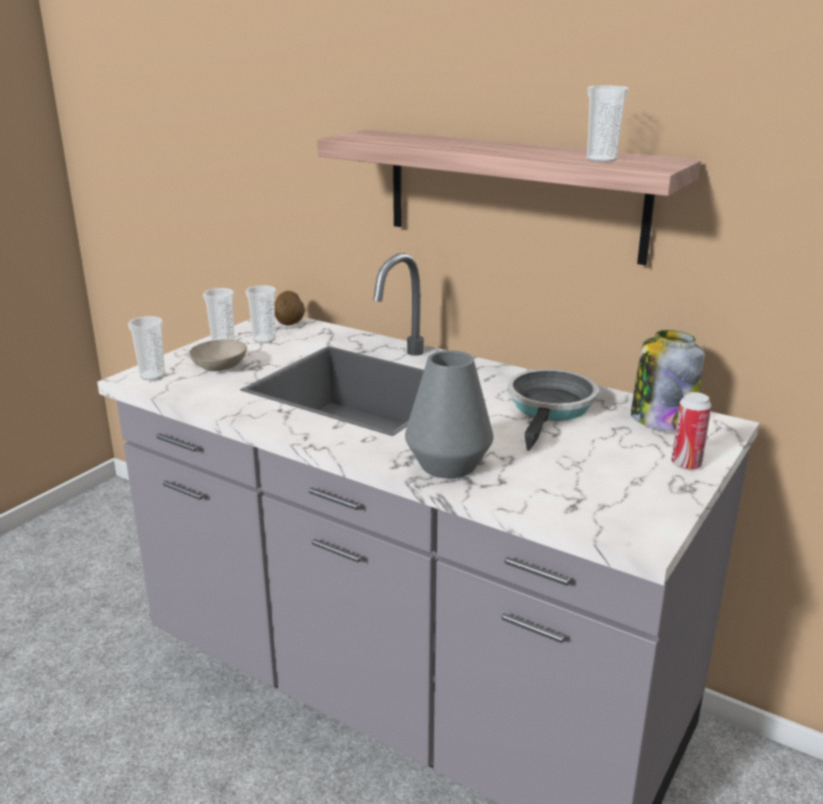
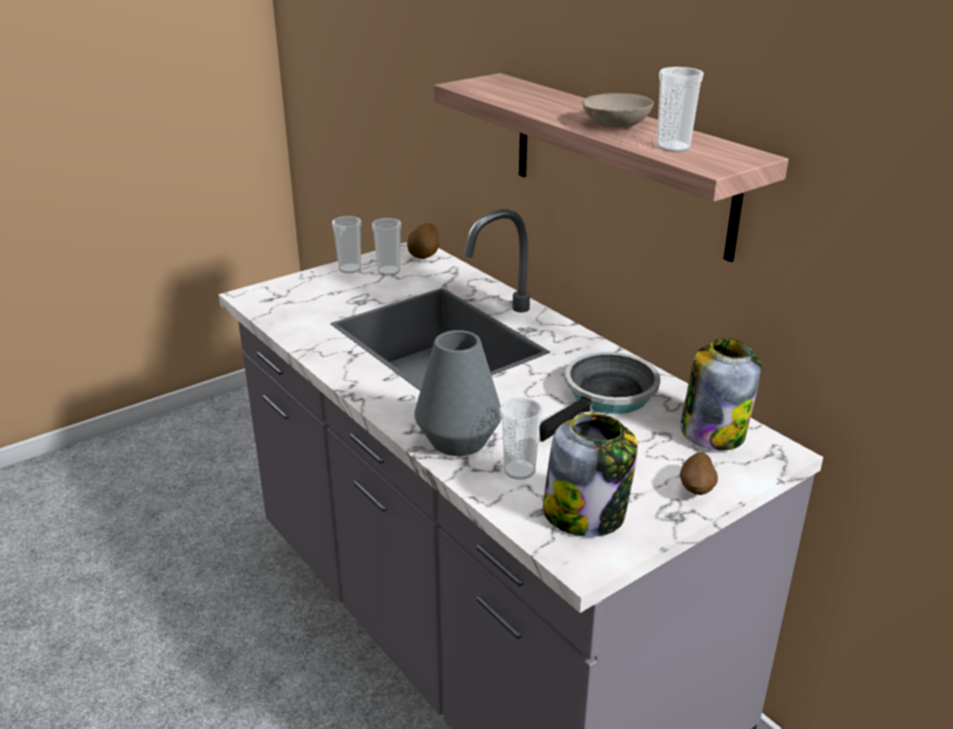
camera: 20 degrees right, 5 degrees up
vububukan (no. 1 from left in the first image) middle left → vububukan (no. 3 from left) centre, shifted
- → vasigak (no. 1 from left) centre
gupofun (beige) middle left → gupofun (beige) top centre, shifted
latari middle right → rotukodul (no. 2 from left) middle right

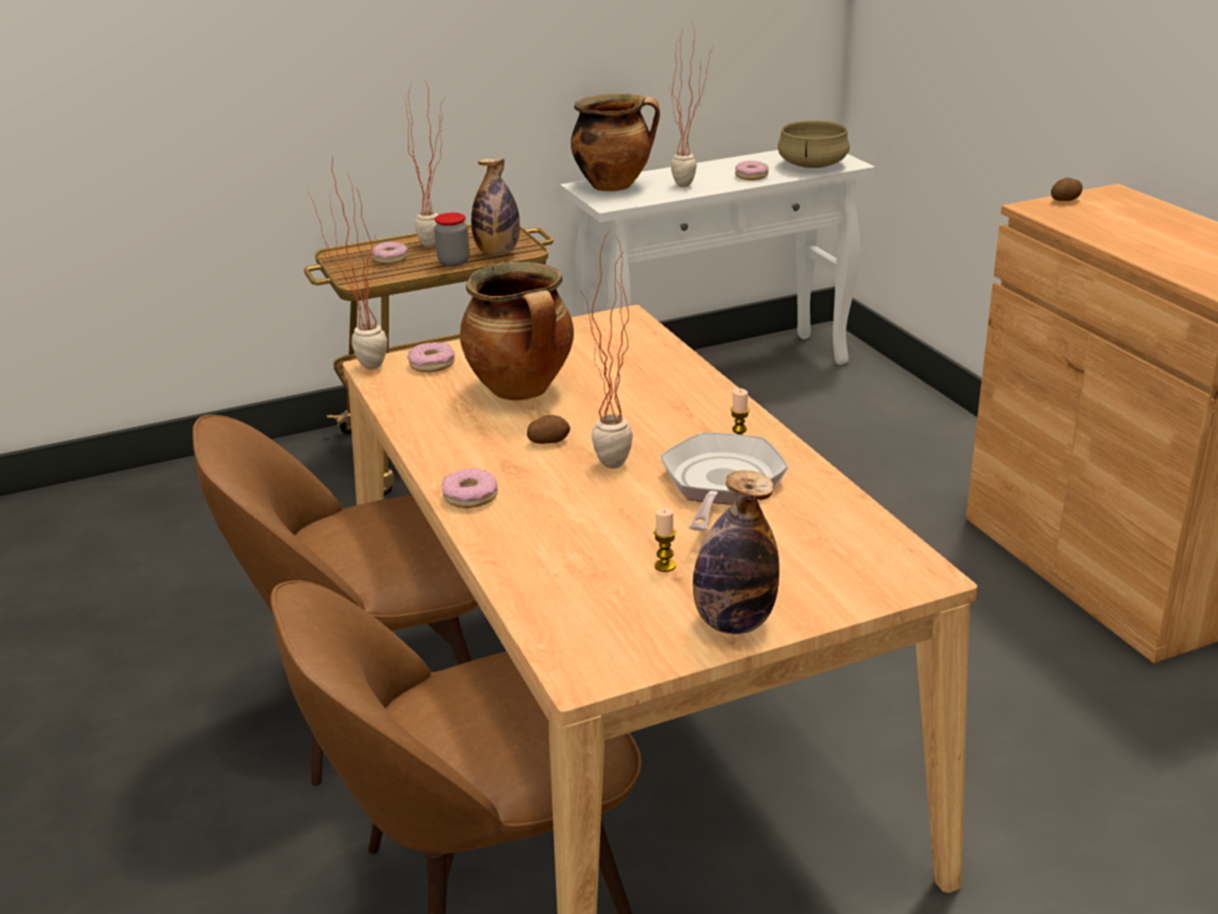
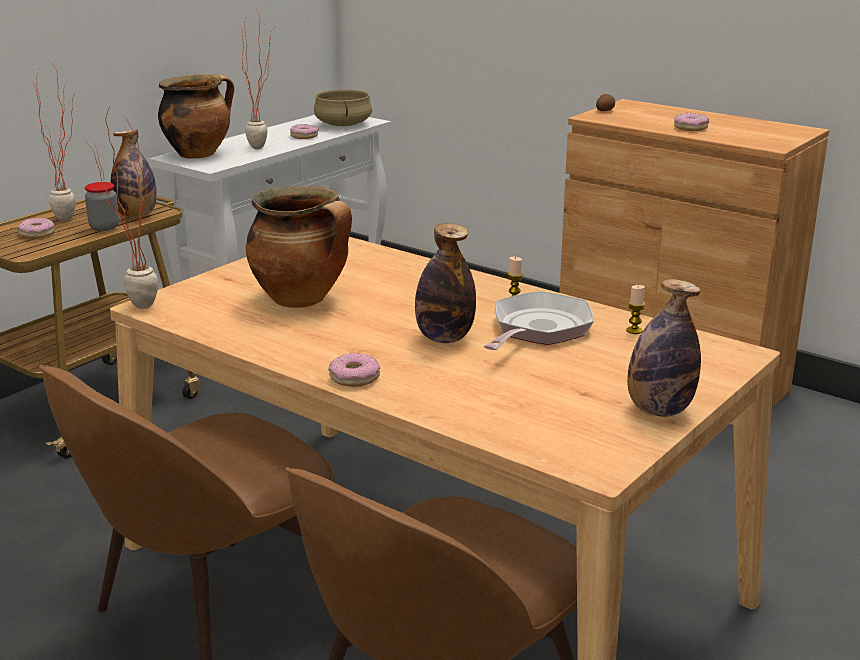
camera: 30 degrees left, 5 degrees down
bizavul (no. 3 from left) centre → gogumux (no. 2 from left) centre
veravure centre, 45 degrees clockwise
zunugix (no. 1 from left in the first image) centre → zunugix (no. 2 from left) middle right, shifted
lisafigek (no. 2 from left in the first image) centre → lisafigek (no. 4 from left) top right, shifted
rotukodul (no. 1 from left) centre → -

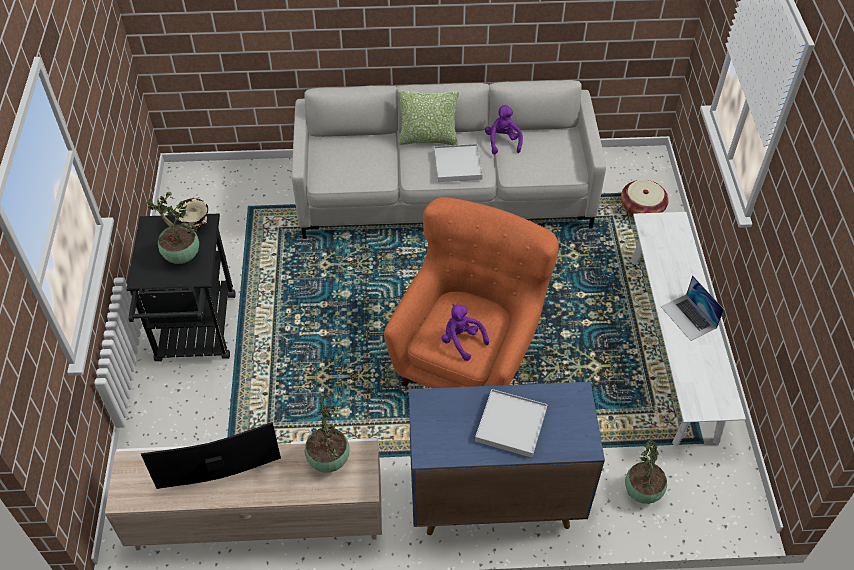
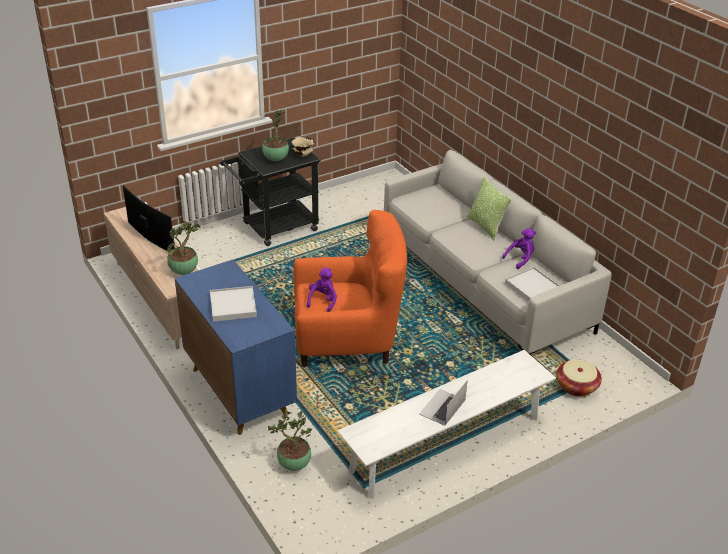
camera: 60 degrees right, 15 degrees down
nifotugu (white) (no. 1 from left in the first image) top centre → nifotugu (white) (no. 2 from left) middle right, shifted

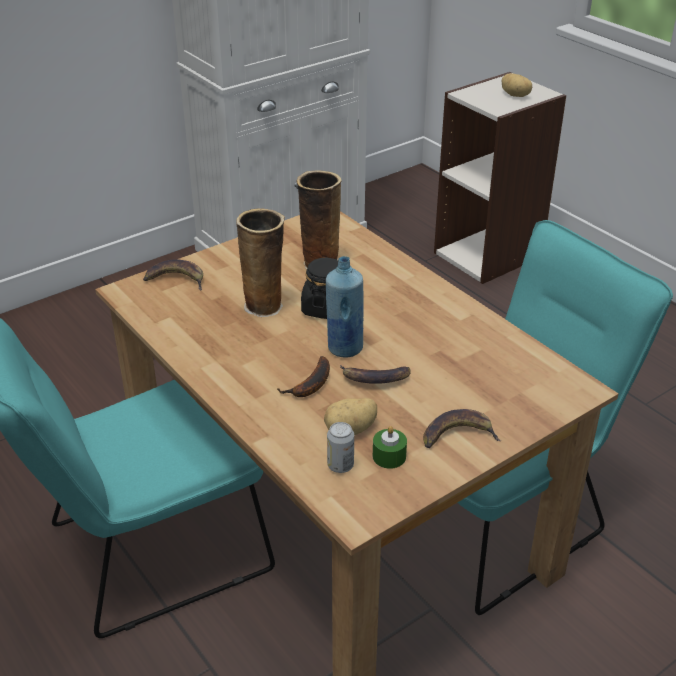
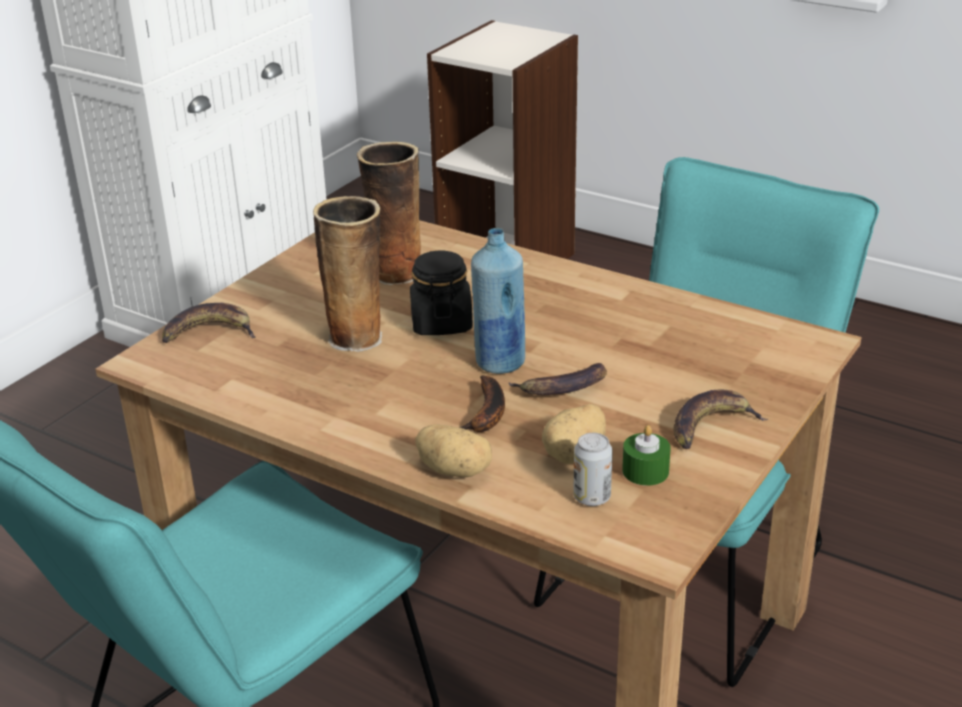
camera: 20 degrees left, 5 degrees down
rotukodul (no. 2 from left in the first image) top right → rotukodul (no. 1 from left) centre, shifted

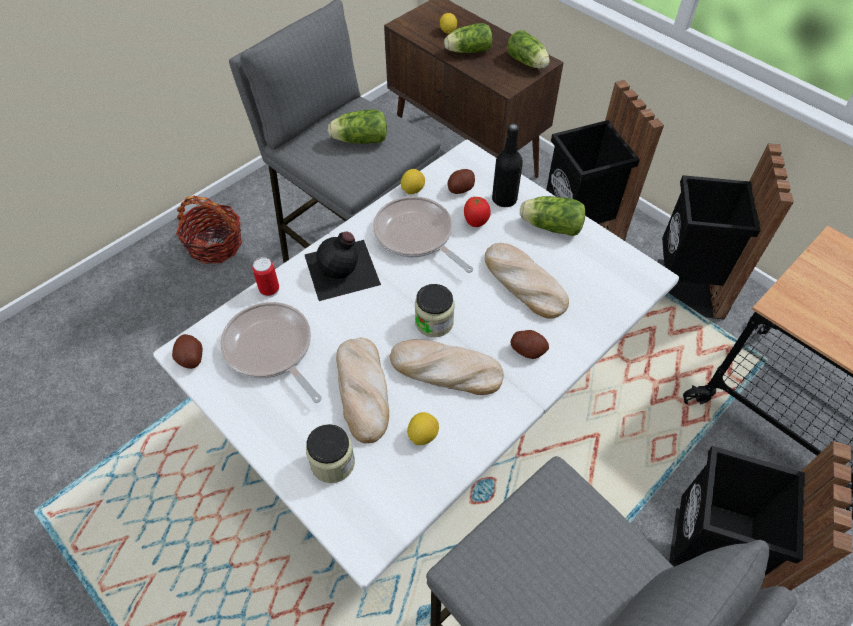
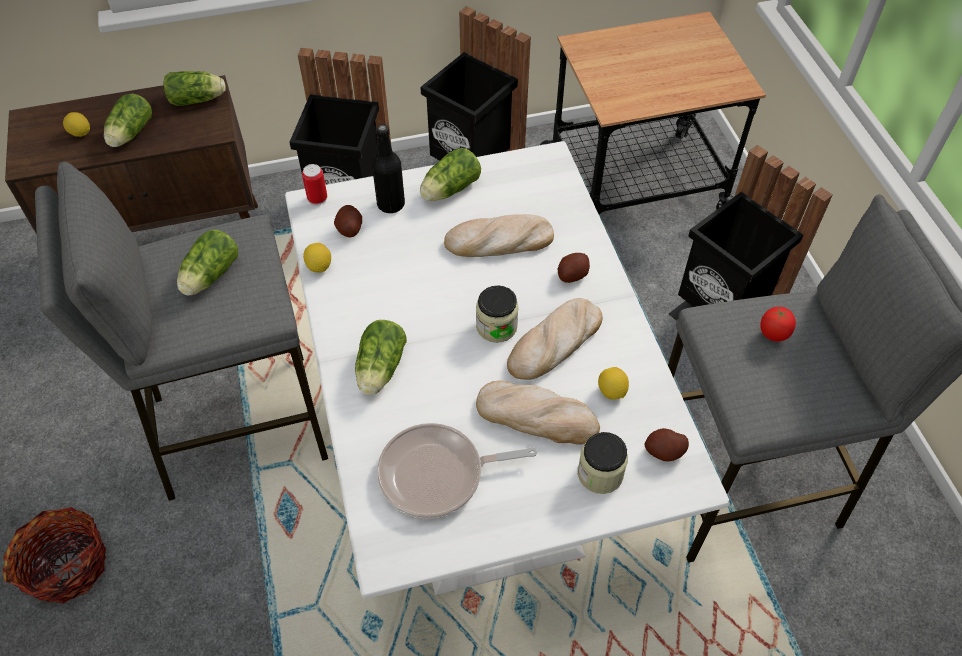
camera: 60 degrees left, 0 degrees up
latari middle left → latari top left, shifted
gogumux (black) (no. 1 from left) centre → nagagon (no. 4 from left) centre
rotukodul (no. 1 from left in the first image) middle left → rotukodul (no. 3 from left) bottom right, shifted
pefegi centre → pefegi middle right, shifted
veravure (no. 2 from left) centre → -

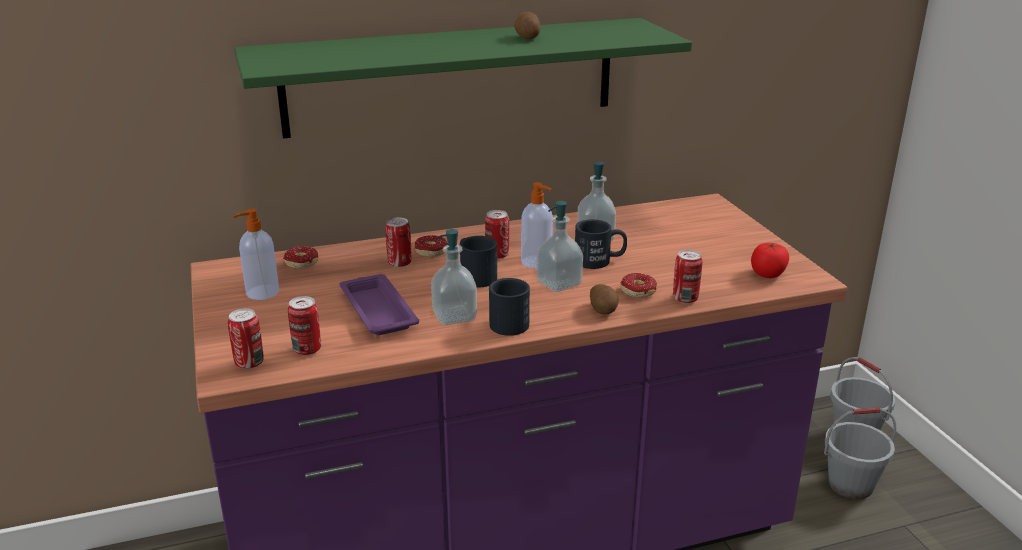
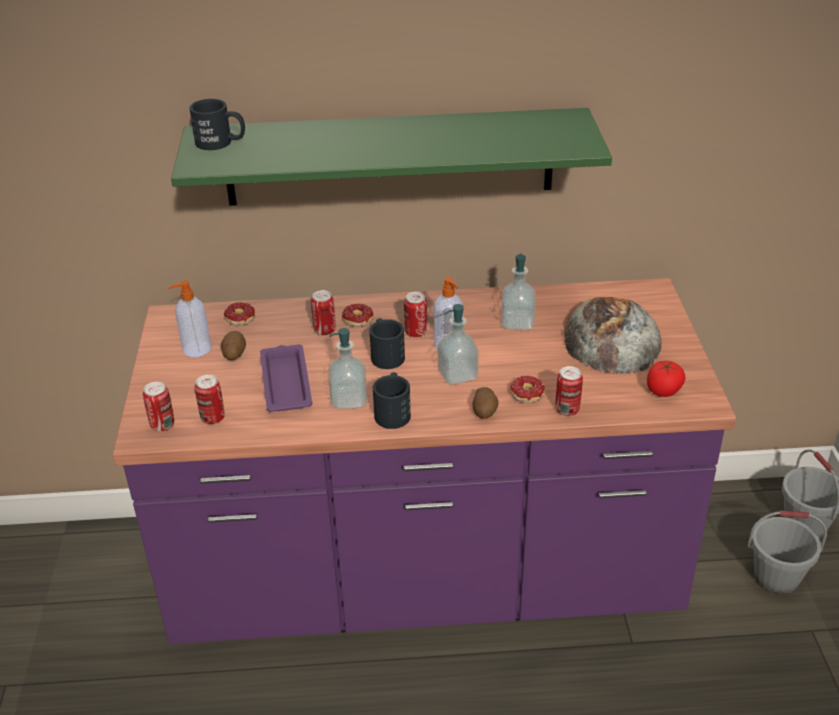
camera: 15 degrees right, 10 degrees up
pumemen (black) (no. 3 from left in the first image) centre → pumemen (black) (no. 1 from left) top left, shifted
rotukodul (no. 1 from left) top centre → rotukodul (no. 1 from left) middle left, shifted
- → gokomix middle right

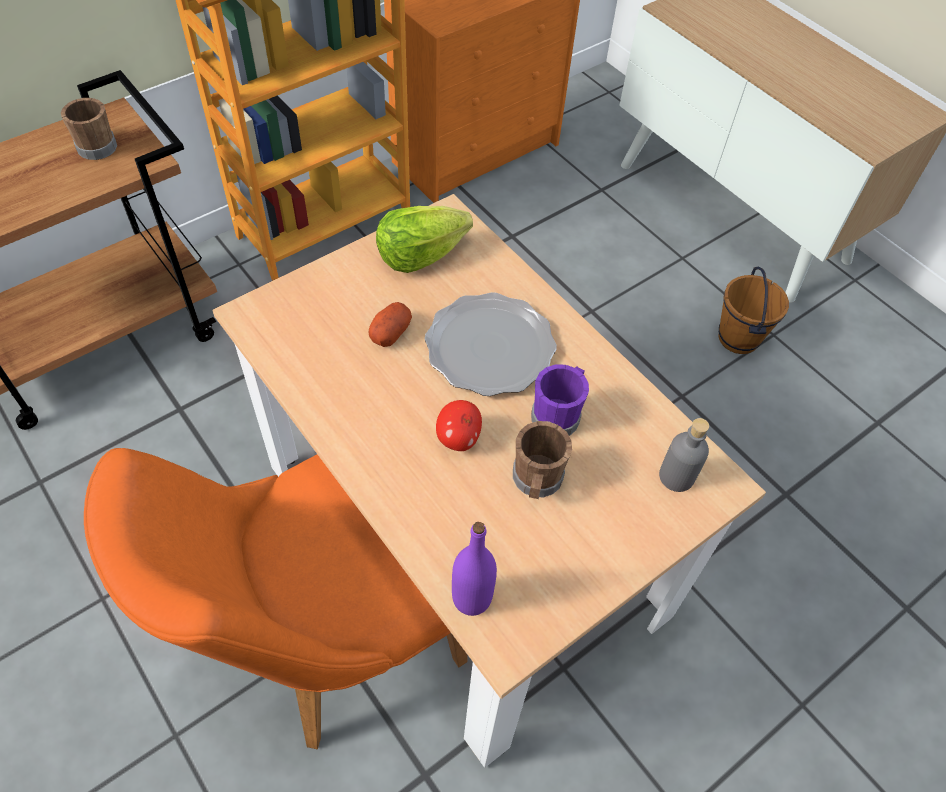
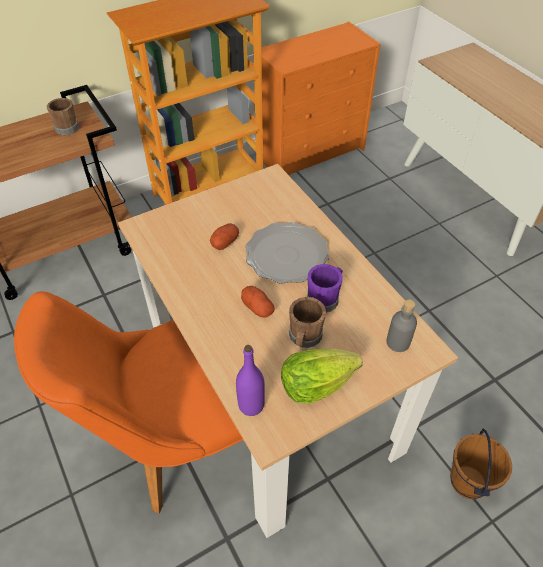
camera: 10 degrees right, 5 degrees down
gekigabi centre → rotukodul (no. 2 from left) centre
nagagon top centre → nagagon centre, shifted
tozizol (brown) middle right → tozizol (brown) bottom right, shifted

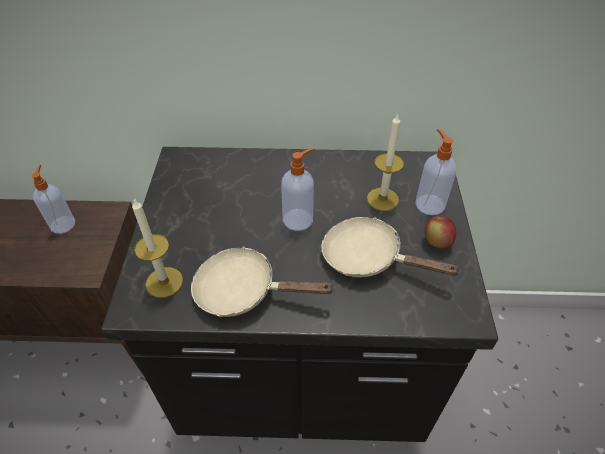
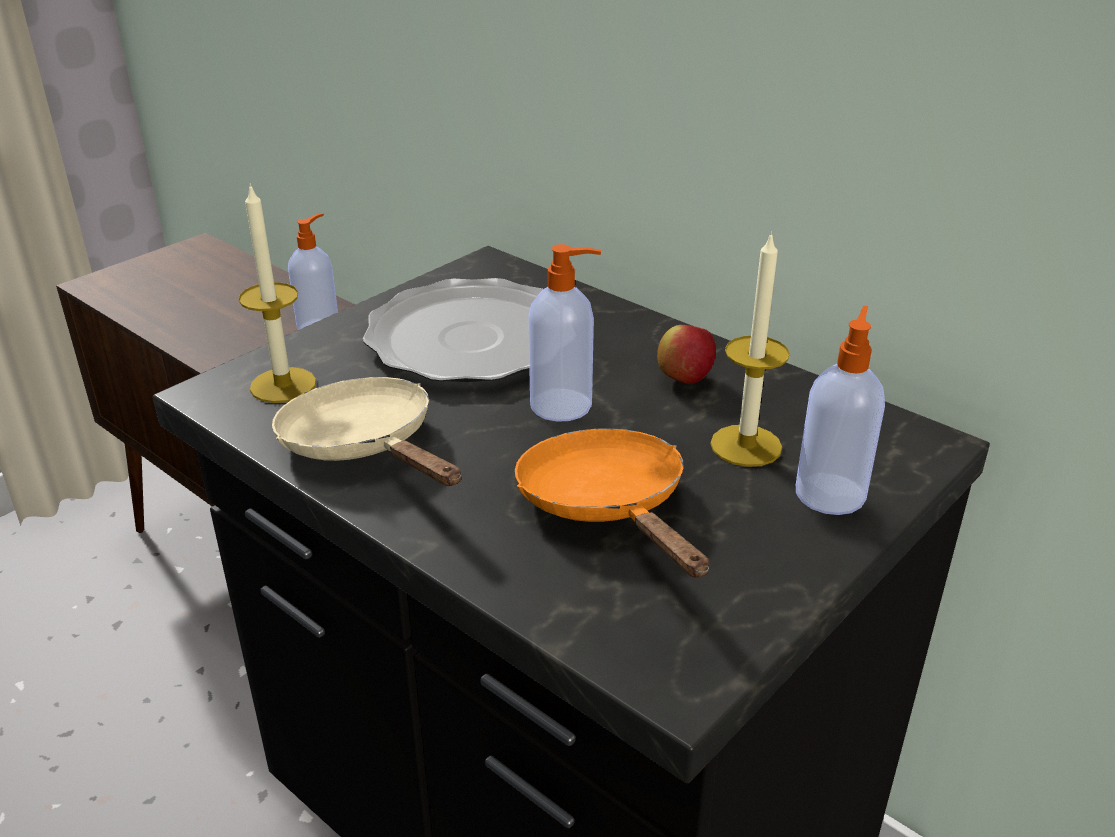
camera: 40 degrees right, 15 degrees down
- → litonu centre
veravure (beige) (no. 2 from left) centre → veravure (orange) centre
gekigabi middle right → gekigabi centre, shifted

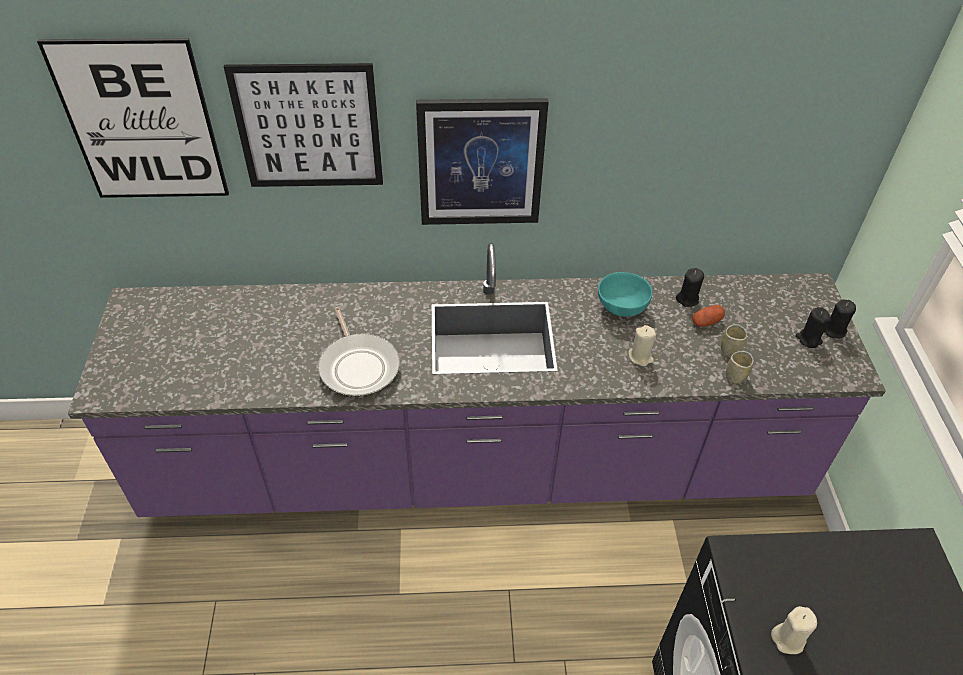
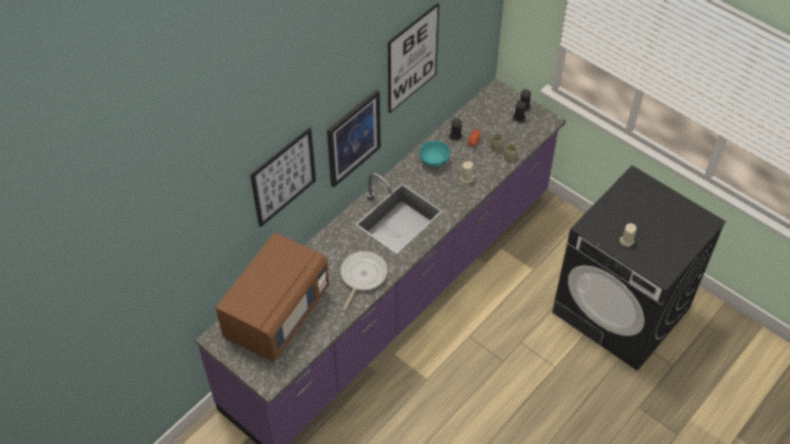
camera: 45 degrees left, 5 degrees up
- → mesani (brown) bottom centre
veravure centre, 90 degrees counterclockwise
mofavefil (no. 1 from left in the first image) top left → mofavefil (no. 3 from left) top centre, shifted

